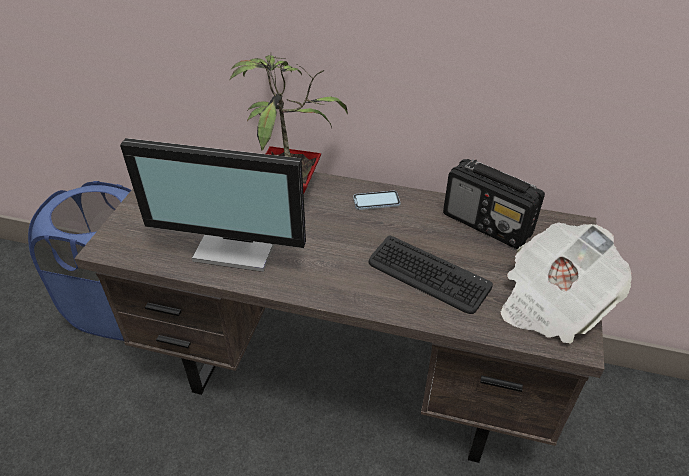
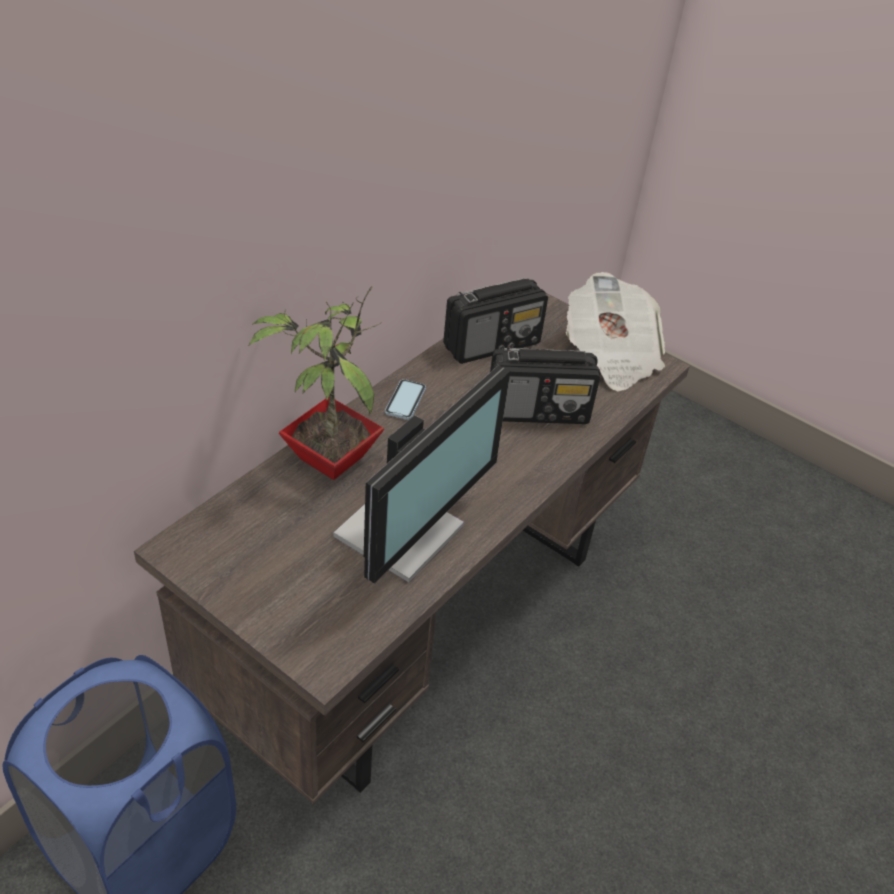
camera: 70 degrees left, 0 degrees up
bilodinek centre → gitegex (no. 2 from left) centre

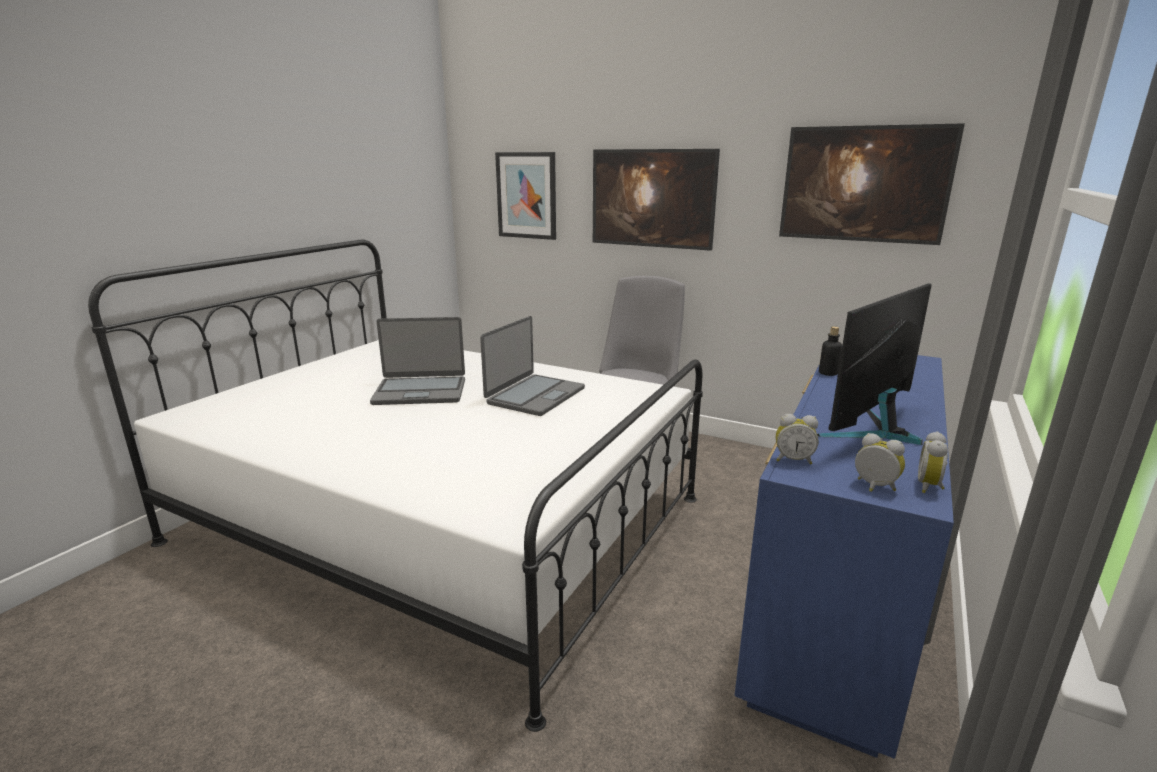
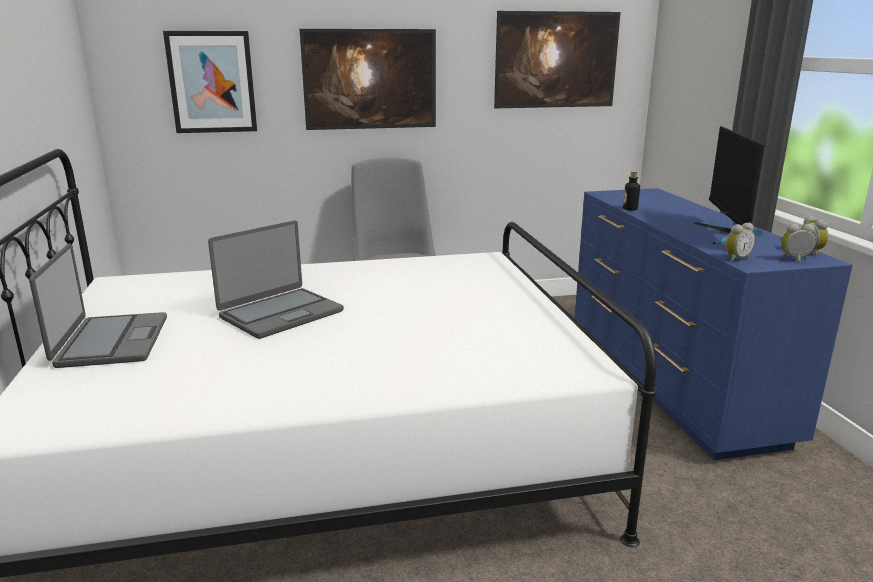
camera: 40 degrees left, 0 degrees up
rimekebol (no. 2 from left in the first image) centre → rimekebol (no. 1 from left) middle left, shifted

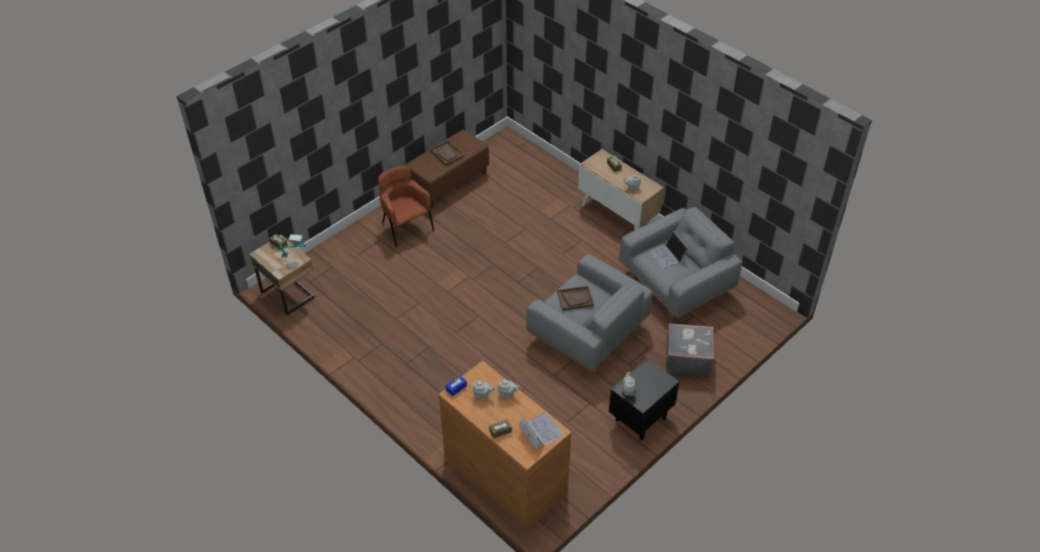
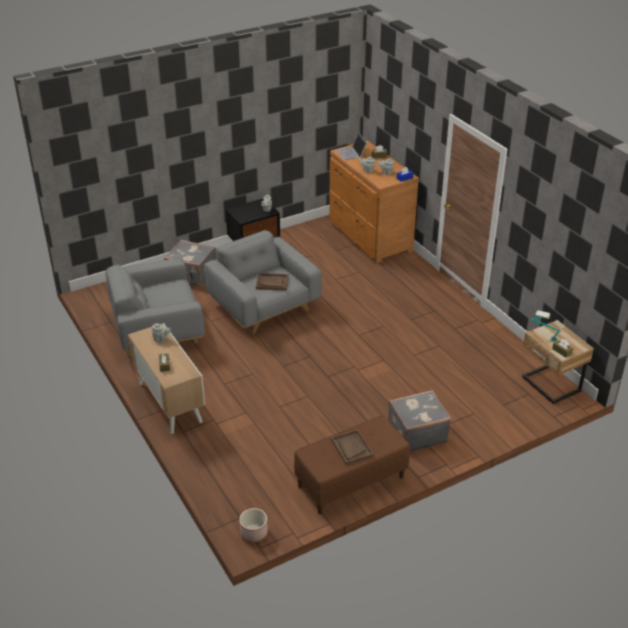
camera: 165 degrees left, 10 degrees down
- → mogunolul bottom centre
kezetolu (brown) centre → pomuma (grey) (no. 2 from left) bottom right
rimekebol (no. 2 from left) centre → -

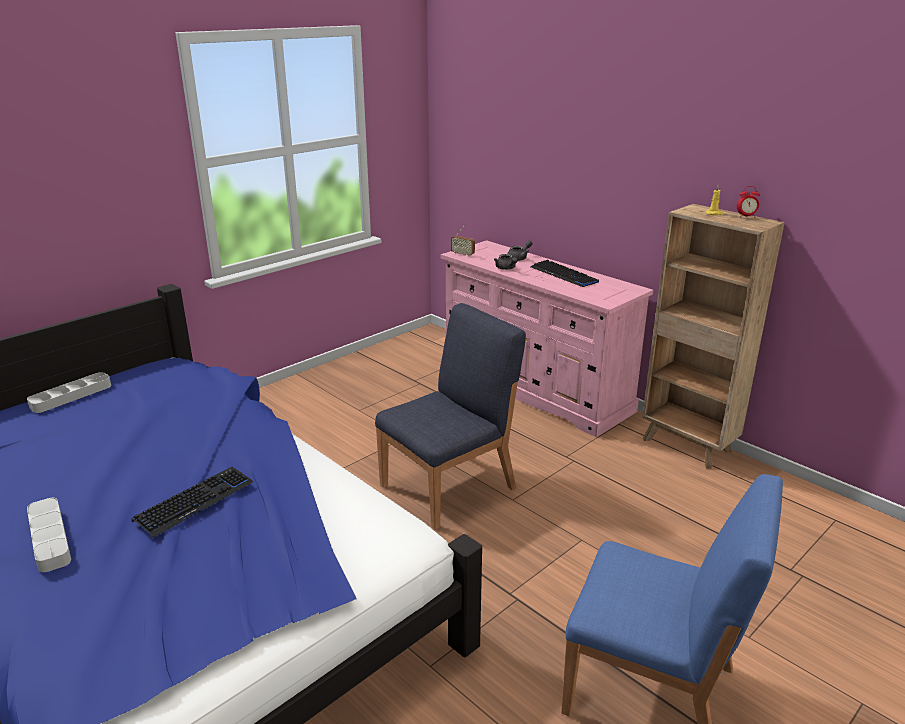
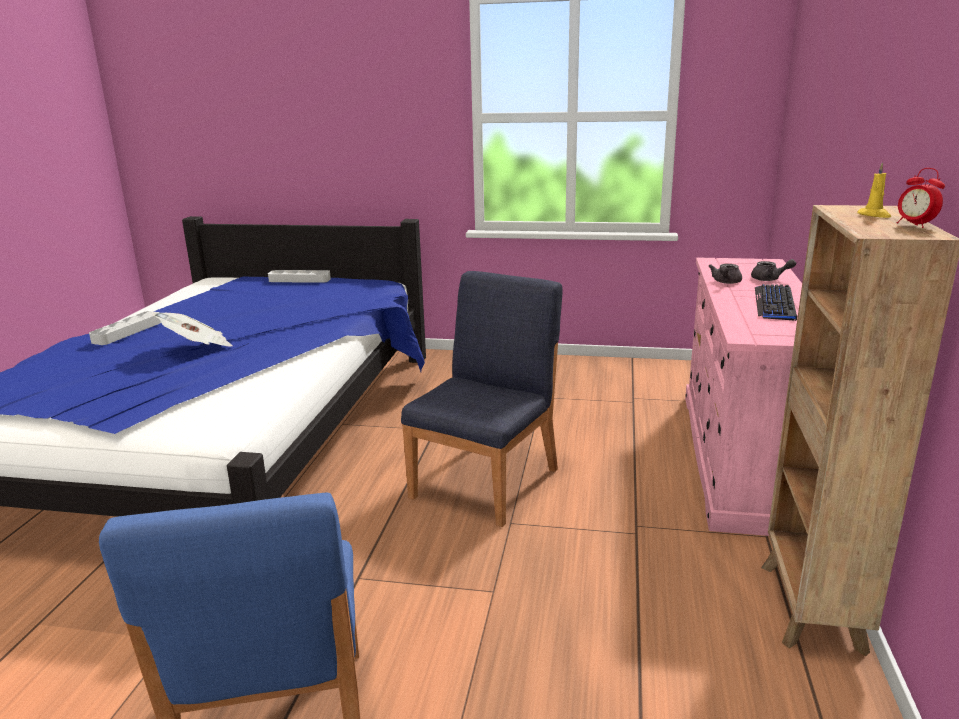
camera: 55 degrees right, 5 degrees down
bilodinek (no. 1 from left) bottom left → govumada middle left
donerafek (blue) (no. 1 from left in the first image) centre → donerafek (blue) (no. 2 from left) centre, 75 degrees counterclockwise
gitegex top centre → -

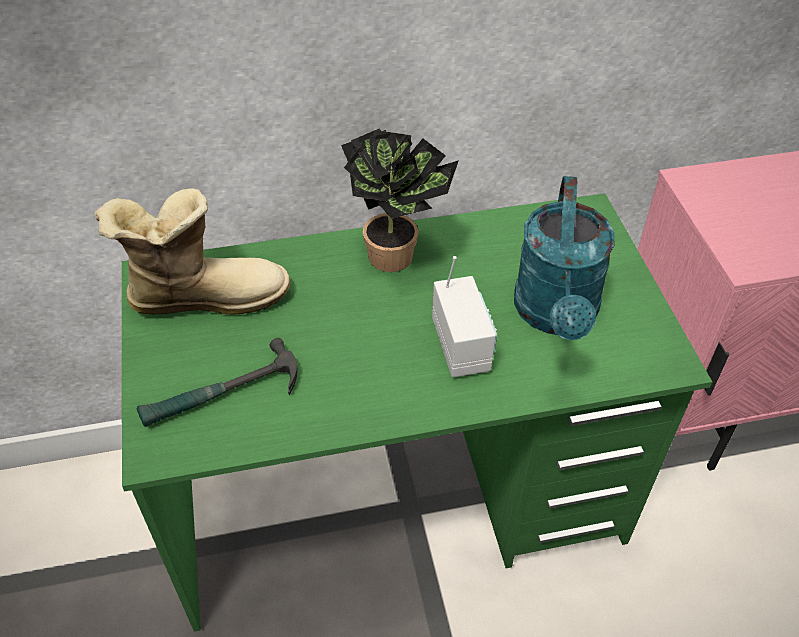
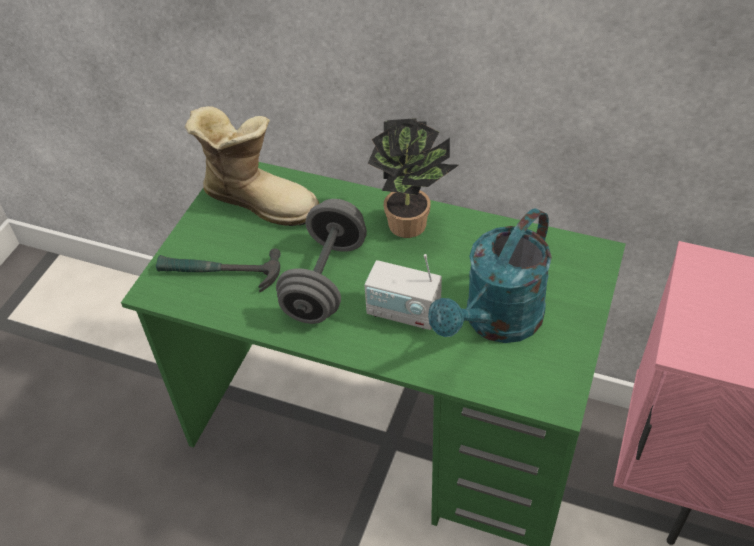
camera: 35 degrees right, 0 degrees up
- → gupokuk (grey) centre
gitegex centre, 90 degrees clockwise

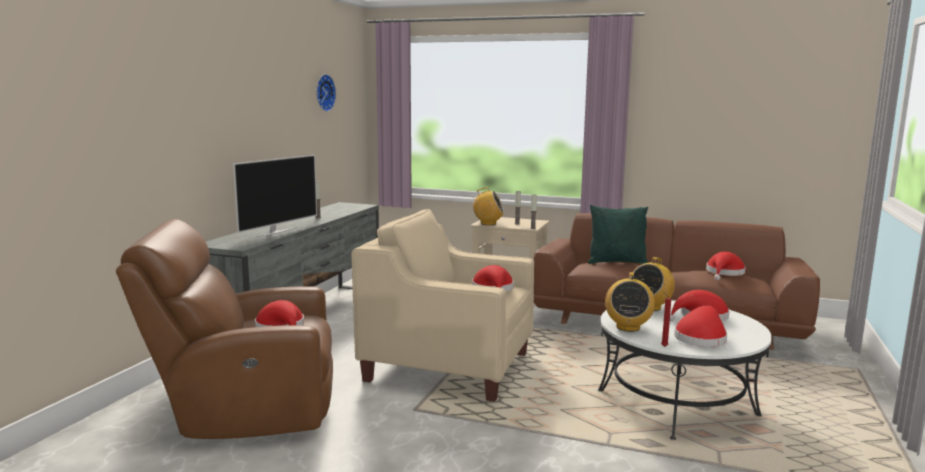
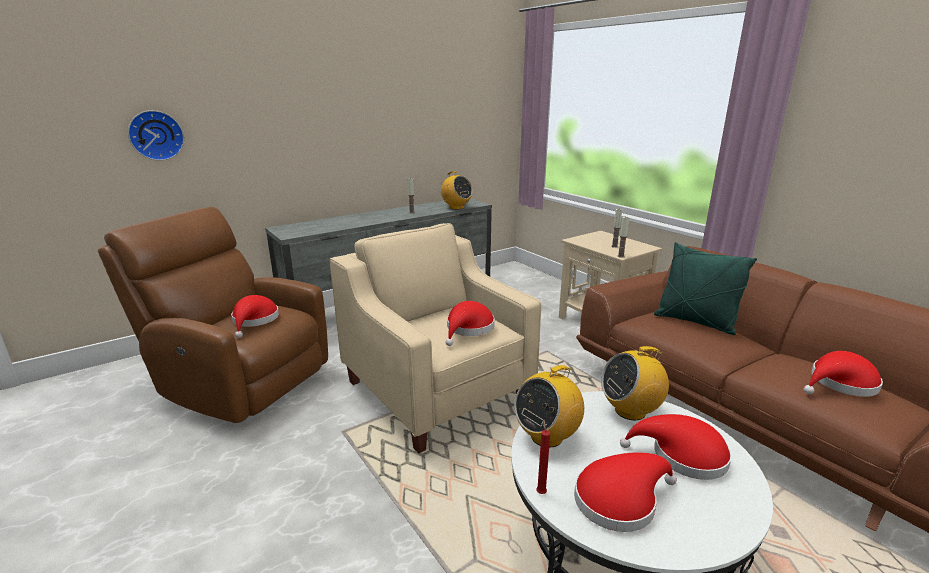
camera: 35 degrees right, 10 degrees up
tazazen top centre → tazazen top left, shifted
gitegex (no. 1 from left) centre → gitegex (no. 1 from left) top centre, shifted
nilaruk middle left → -

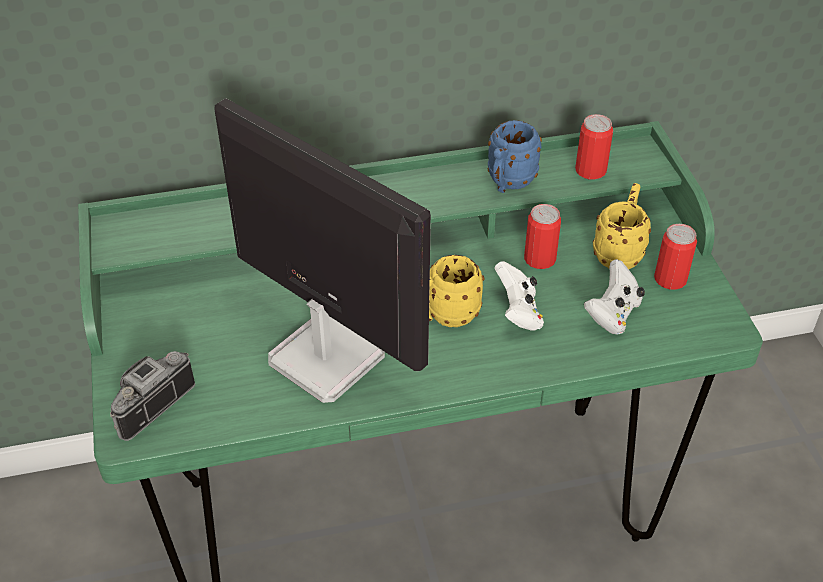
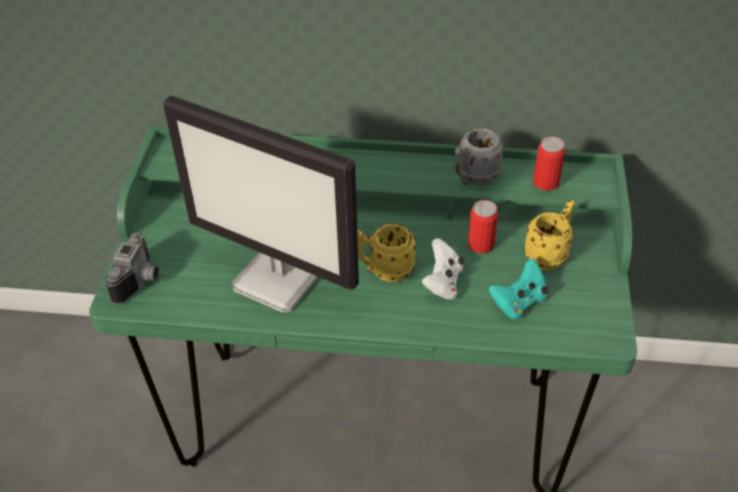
camera: 20 degrees right, 0 degrees up
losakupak bottom left → losakupak middle left, 135 degrees clockwise
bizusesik centre, 150 degrees clockwise
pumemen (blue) top centre → pumemen (grey) top centre
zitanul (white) (no. 2 from left) middle right → zitanul (turquoise) middle right
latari (no. 3 from left) middle right → -

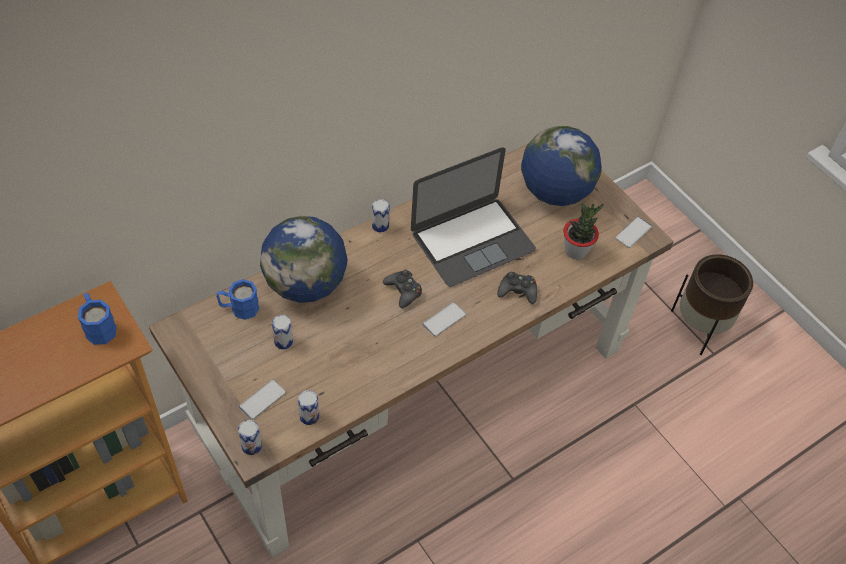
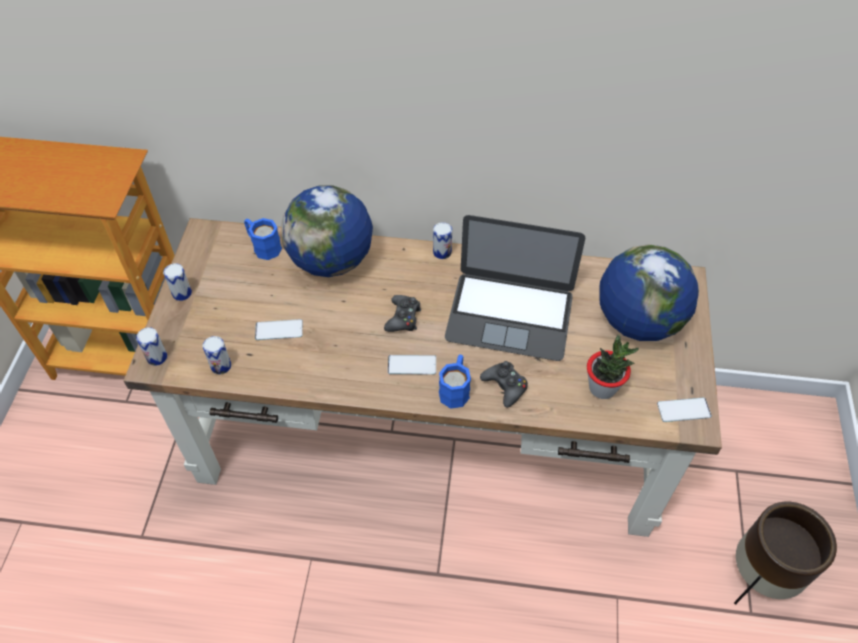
camera: 45 degrees right, 0 degrees up
latari (no. 2 from left) centre → latari (no. 2 from left) middle left, shifted
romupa (no. 1 from left) bottom left → romupa (no. 1 from left) middle left, shifted
pumemen (blue) (no. 1 from left in the first image) middle left → pumemen (blue) (no. 2 from left) centre, shifted

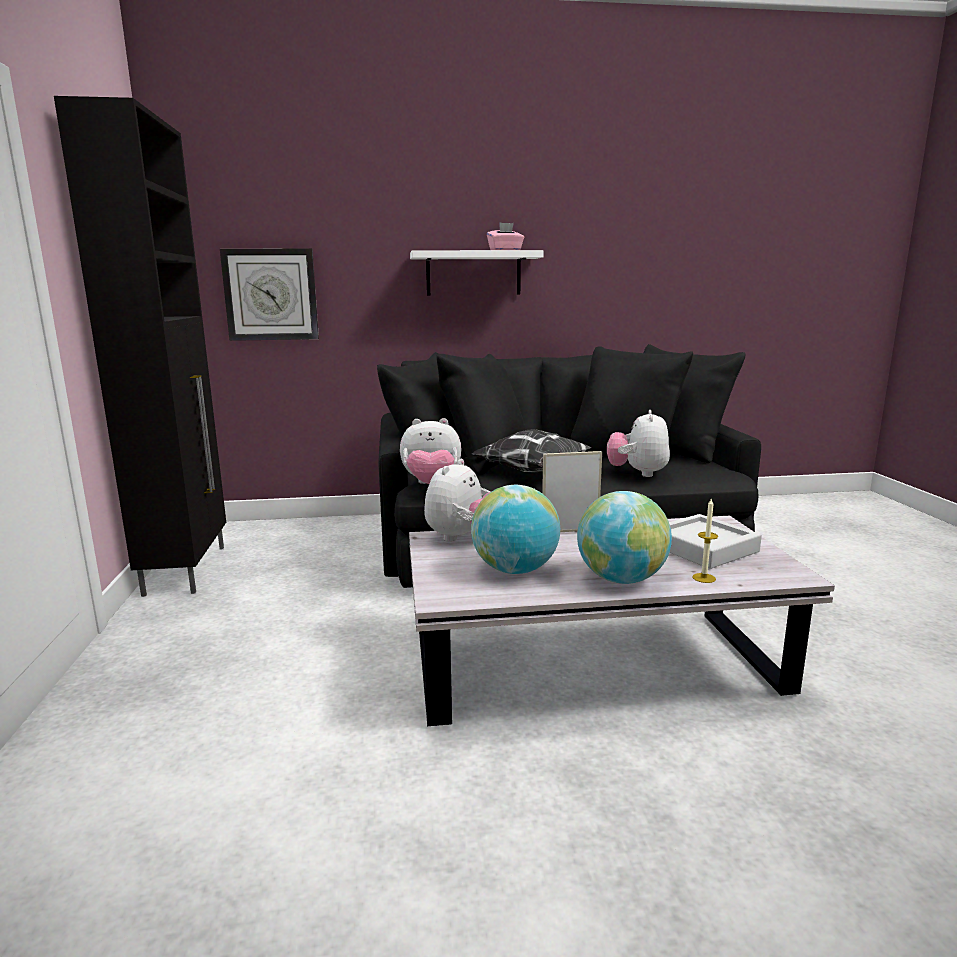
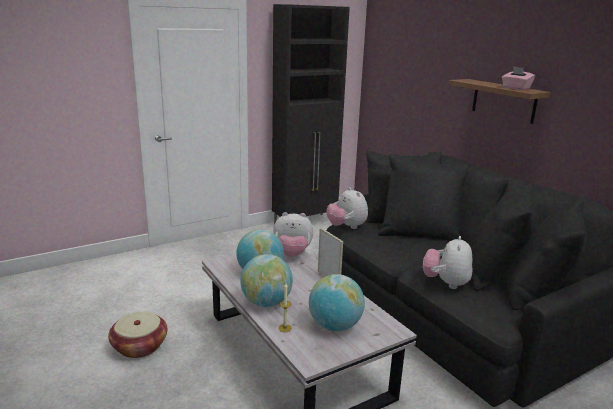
camera: 65 degrees right, 5 degrees up
- → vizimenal bottom left
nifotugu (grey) middle right → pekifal (no. 3 from left) bottom centre
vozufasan (no. 3 from left) middle right, 60 degrees counterclockwise
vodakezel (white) top centre → vodakezel (brown) top right
tazazen top left → -
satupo centre → -

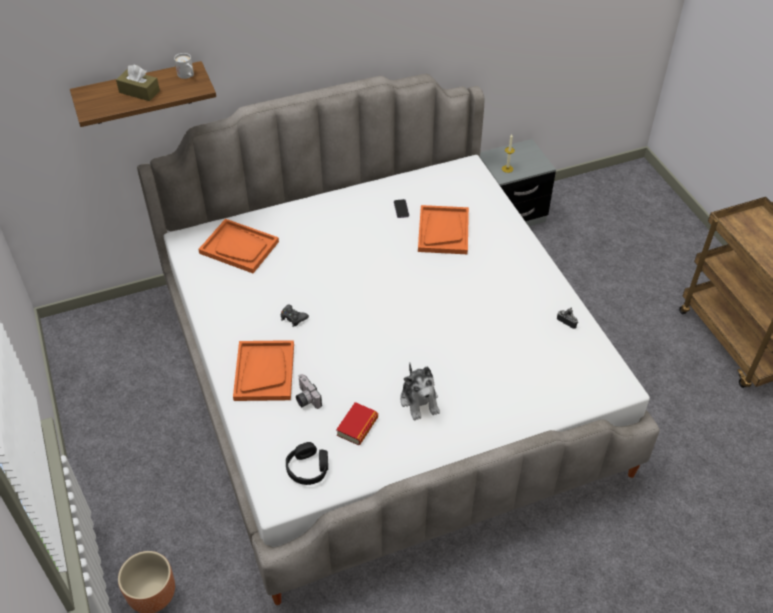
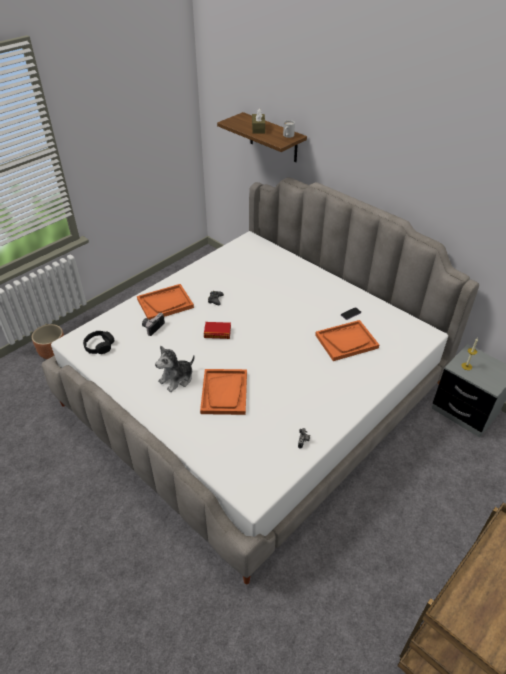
camera: 65 degrees right, 5 degrees down
nifotugu (orange) (no. 1 from left in the first image) middle left → nifotugu (orange) (no. 2 from left) centre, shifted
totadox bottom centre → totadox centre, shifted

